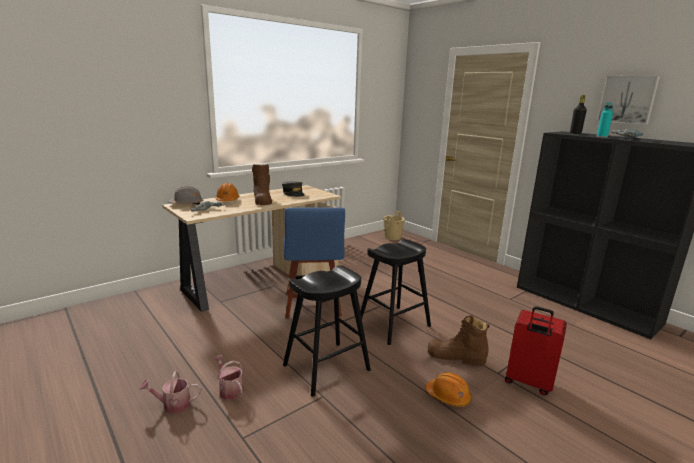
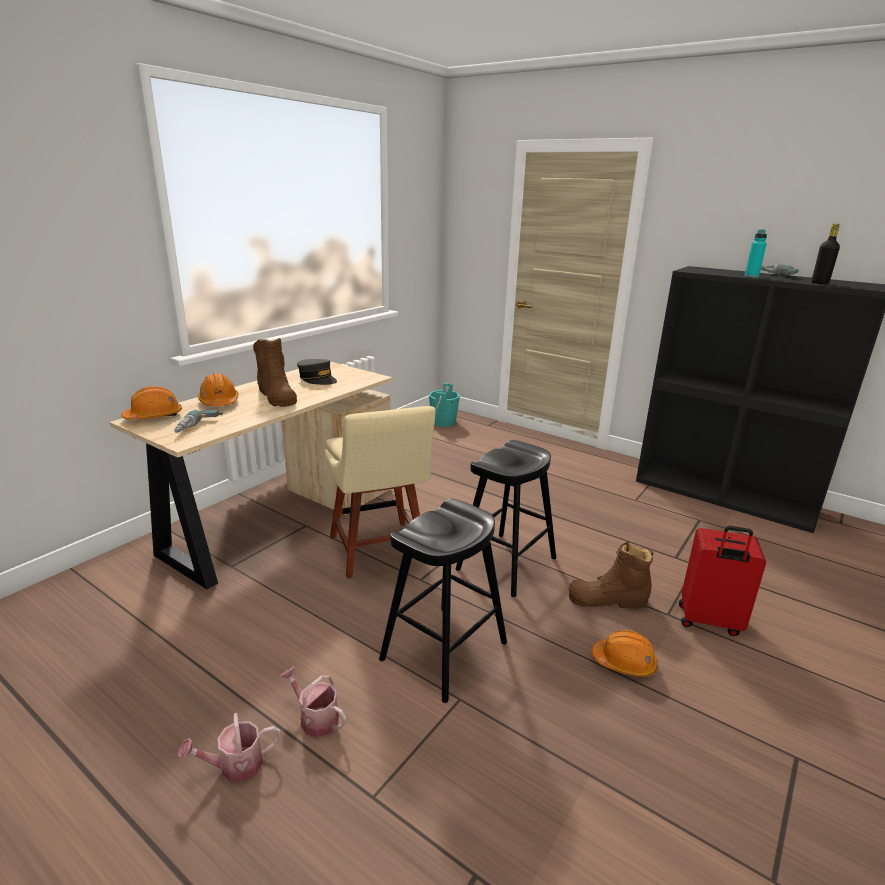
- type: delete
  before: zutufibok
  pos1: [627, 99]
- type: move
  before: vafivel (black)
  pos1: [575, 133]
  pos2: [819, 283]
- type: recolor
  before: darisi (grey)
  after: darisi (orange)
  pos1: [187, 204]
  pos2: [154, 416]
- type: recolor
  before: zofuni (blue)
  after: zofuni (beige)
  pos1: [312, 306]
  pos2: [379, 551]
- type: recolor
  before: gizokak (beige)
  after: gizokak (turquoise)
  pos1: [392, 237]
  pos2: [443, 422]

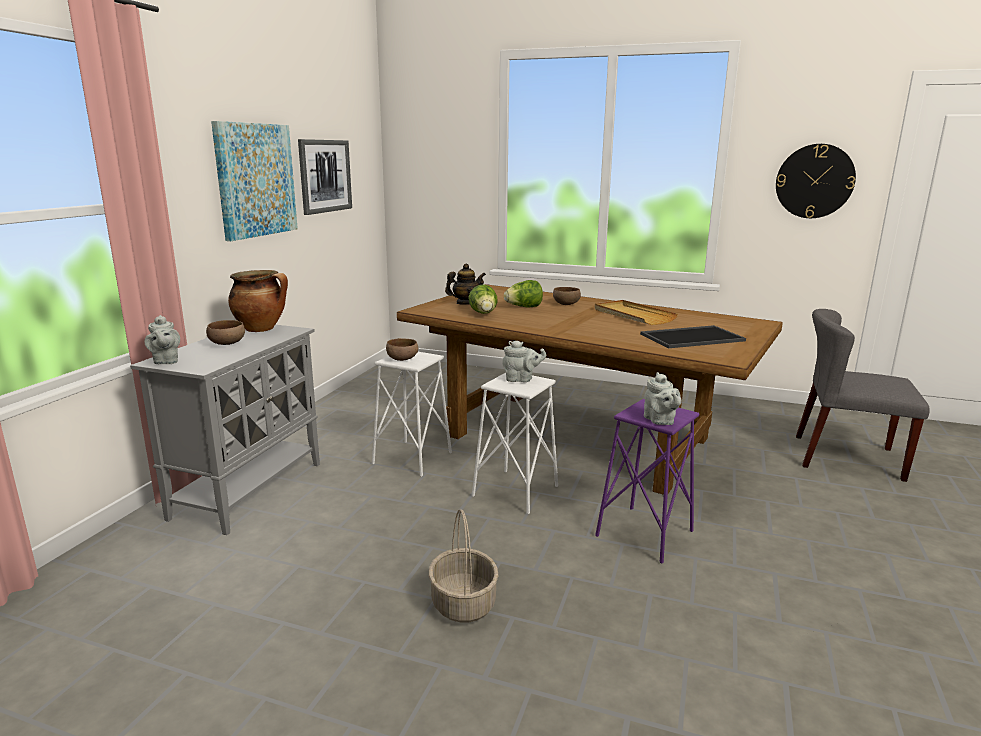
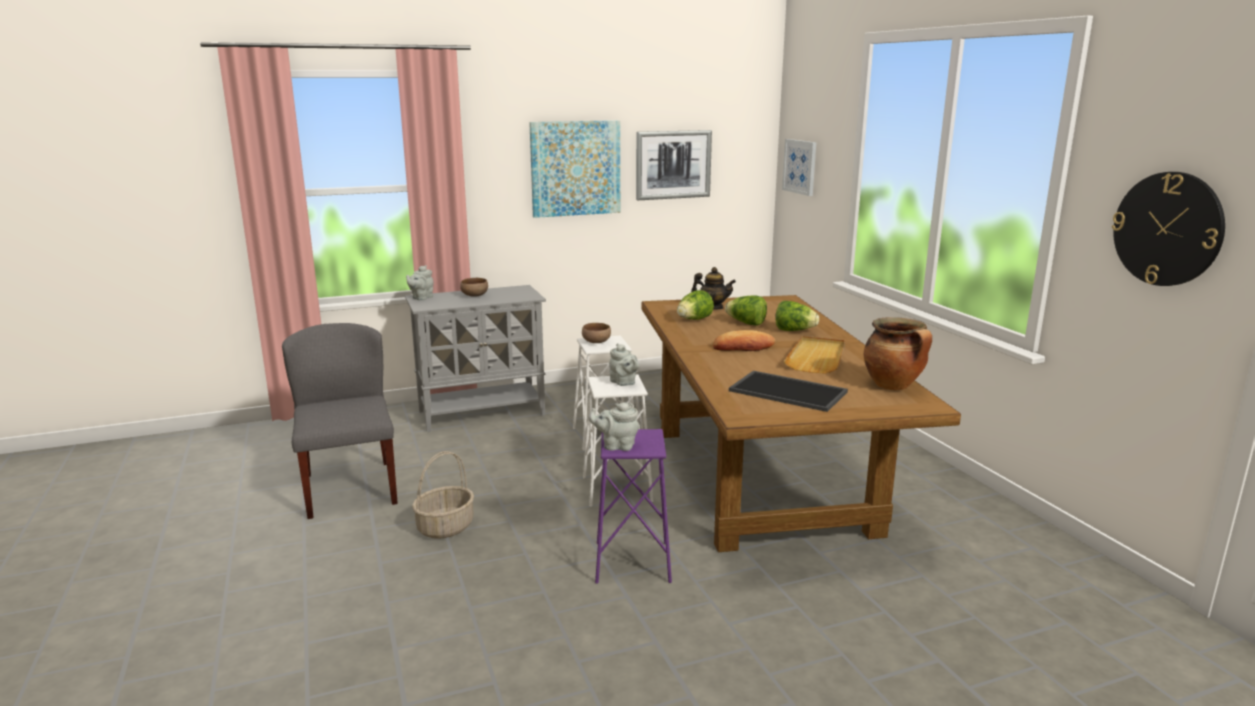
- type: move
  before: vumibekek
  pos1: [262, 329]
  pos2: [894, 386]
- type: replace
  before: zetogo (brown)
  after: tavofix
  pos1: [565, 304]
  pos2: [794, 331]
- type: move
  before: zofuni (grey)
  pos1: [846, 457]
  pos2: [349, 488]
- type: rotate
  before: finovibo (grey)
  pos1: [660, 421]
  pos2: [616, 446]
  turn: 60
- type: insert
  after: zutufibok
  pos2: [800, 166]
- type: insert
  after: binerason
  pos2: [743, 347]

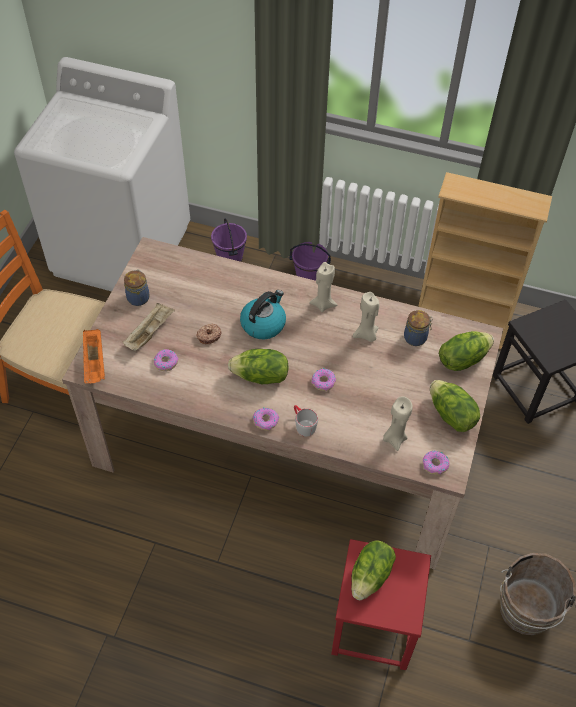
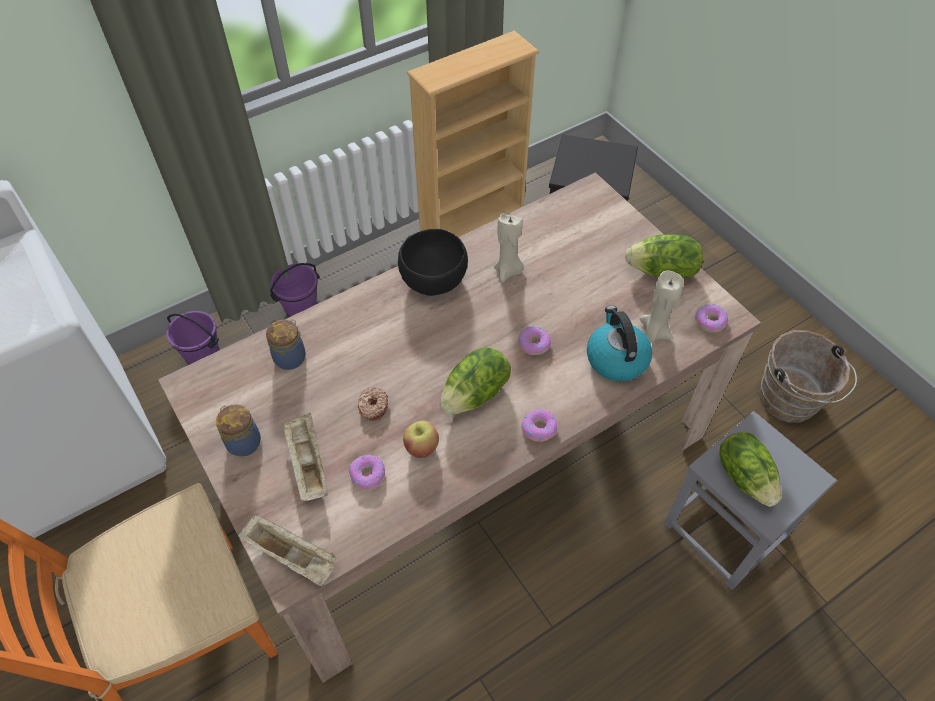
- type: replace
  before: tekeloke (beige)
  after: zetogo (black)
  pos1: [323, 304]
  pos2: [434, 279]
- type: move
  before: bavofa
  pos1: [263, 324]
  pos2: [616, 358]
- type: move
  before: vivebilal
  pos1: [416, 338]
  pos2: [291, 357]
- type: recolor
  before: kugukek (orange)
  after: kugukek (beige)
  pos1: [95, 363]
  pos2: [292, 555]
- type: delete
  before: tavofix
  pos1: [462, 359]
- type: delete
  before: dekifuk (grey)
  pos1: [303, 425]
- type: recolor
  before: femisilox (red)
  after: femisilox (grey)
  pos1: [375, 626]
  pos2: [726, 528]
- type: insert
  after: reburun
  pos2: [421, 447]

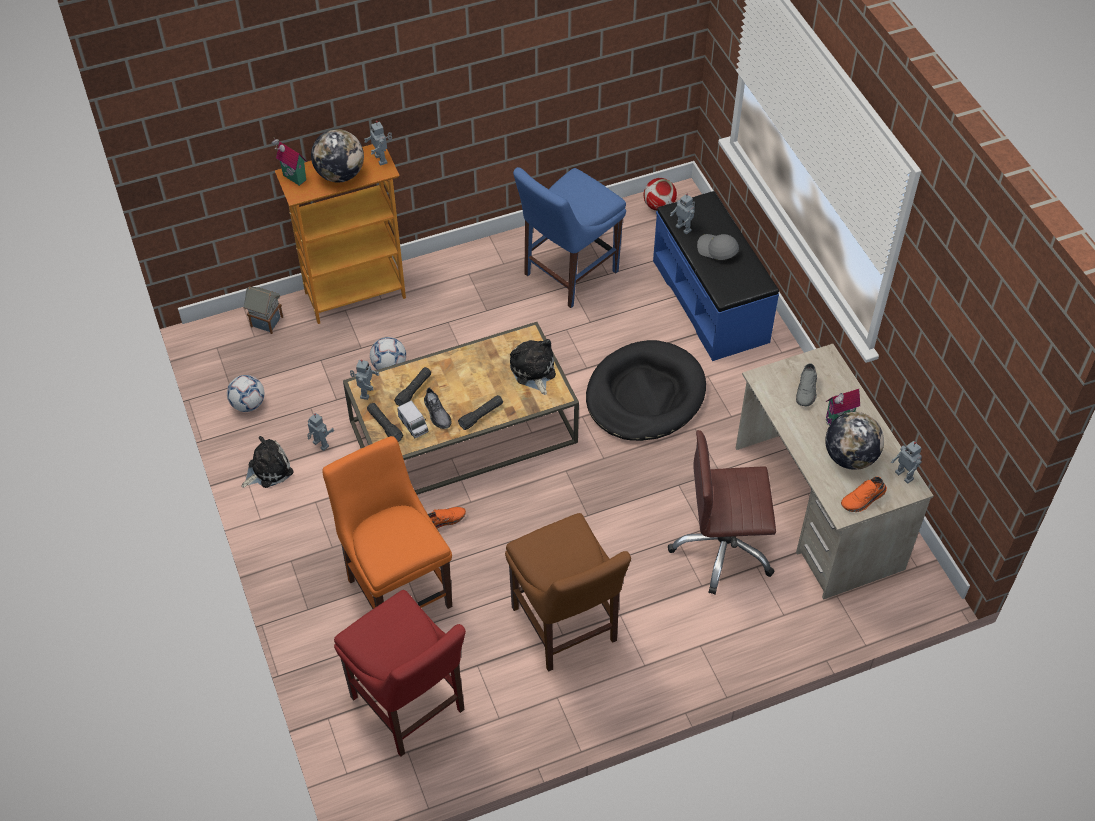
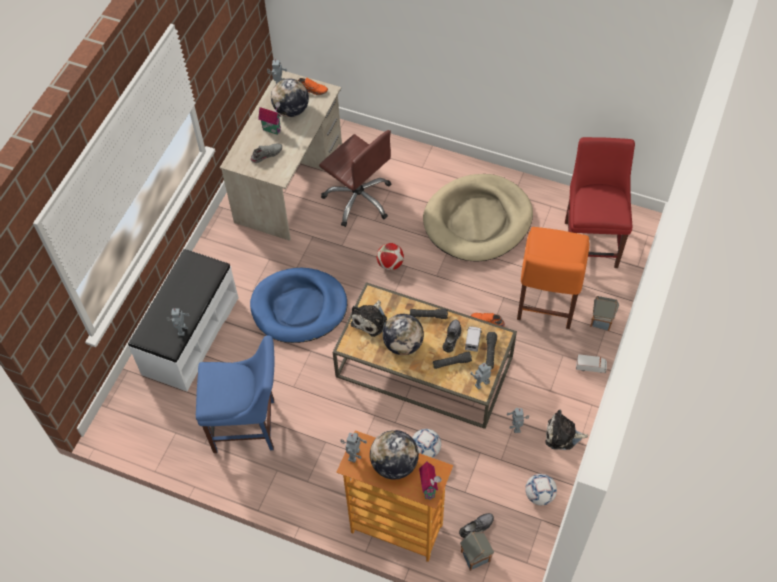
- type: move
  before: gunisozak
  pos1: [659, 206]
  pos2: [390, 264]
- type: recolor
  before: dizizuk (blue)
  after: dizizuk (white)
  pos1: [711, 300]
  pos2: [190, 335]
- type: delete
  before: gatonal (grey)
  pos1: [717, 250]
- type: recolor
  before: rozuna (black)
  after: rozuna (blue)
  pos1: [645, 395]
  pos2: [299, 307]
- type: replace
  before: zofuni (brown)
  after: rozuna (beige)
  pos1: [566, 628]
  pos2: [477, 220]
- type: insert
  after: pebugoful
  pos2: [602, 320]
- type: insert
  after: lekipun
  pos2: [403, 344]
- type: insert
  after: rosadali
  pos2: [591, 367]
- type: insert
  after: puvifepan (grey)
  pos2: [476, 526]

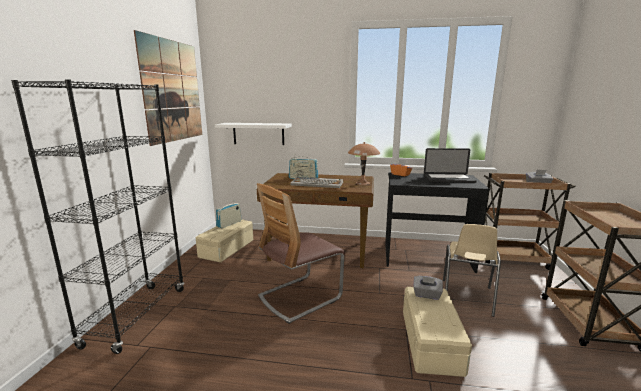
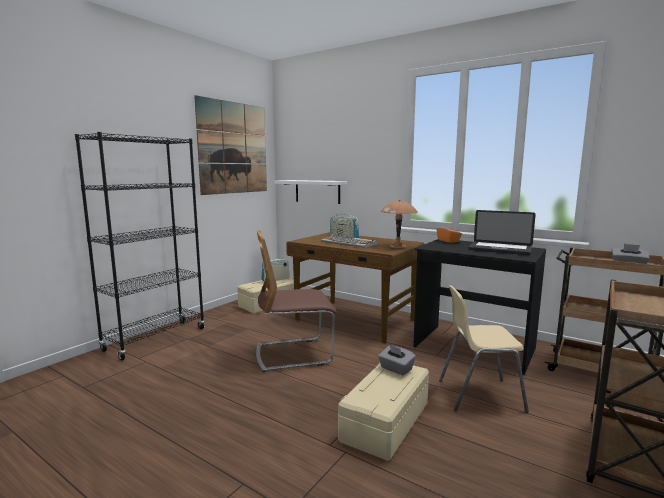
- type: rotate
  before: zofuni (beige)
  pos1: [466, 297]
  pos2: [479, 395]
  turn: 45

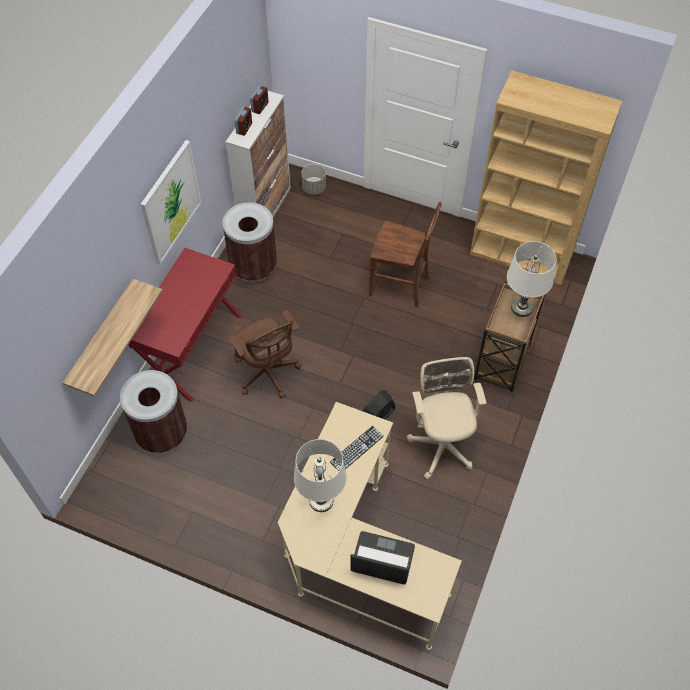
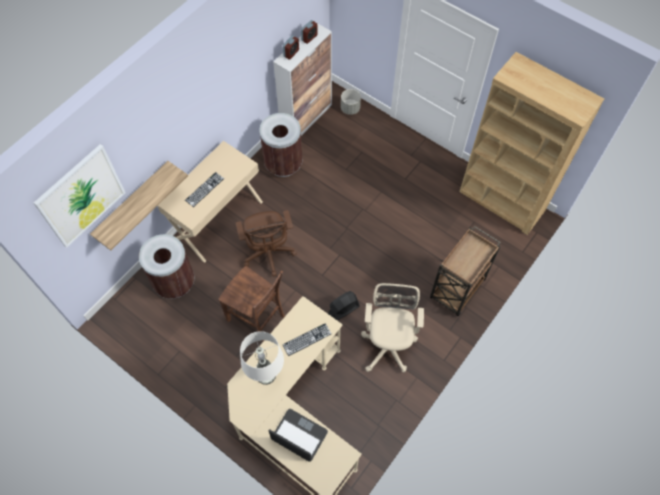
- type: move
  before: zutufibok
  pos1: [171, 202]
  pos2: [81, 196]
- type: move
  before: zofuni (brown)
  pos1: [400, 286]
  pos2: [257, 318]
- type: delete
  before: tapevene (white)
  pos1: [521, 308]
- type: recolor
  before: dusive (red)
  after: dusive (beige)
  pos1: [193, 348]
  pos2: [217, 219]
- type: insert
  after: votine
  pos2: [204, 189]

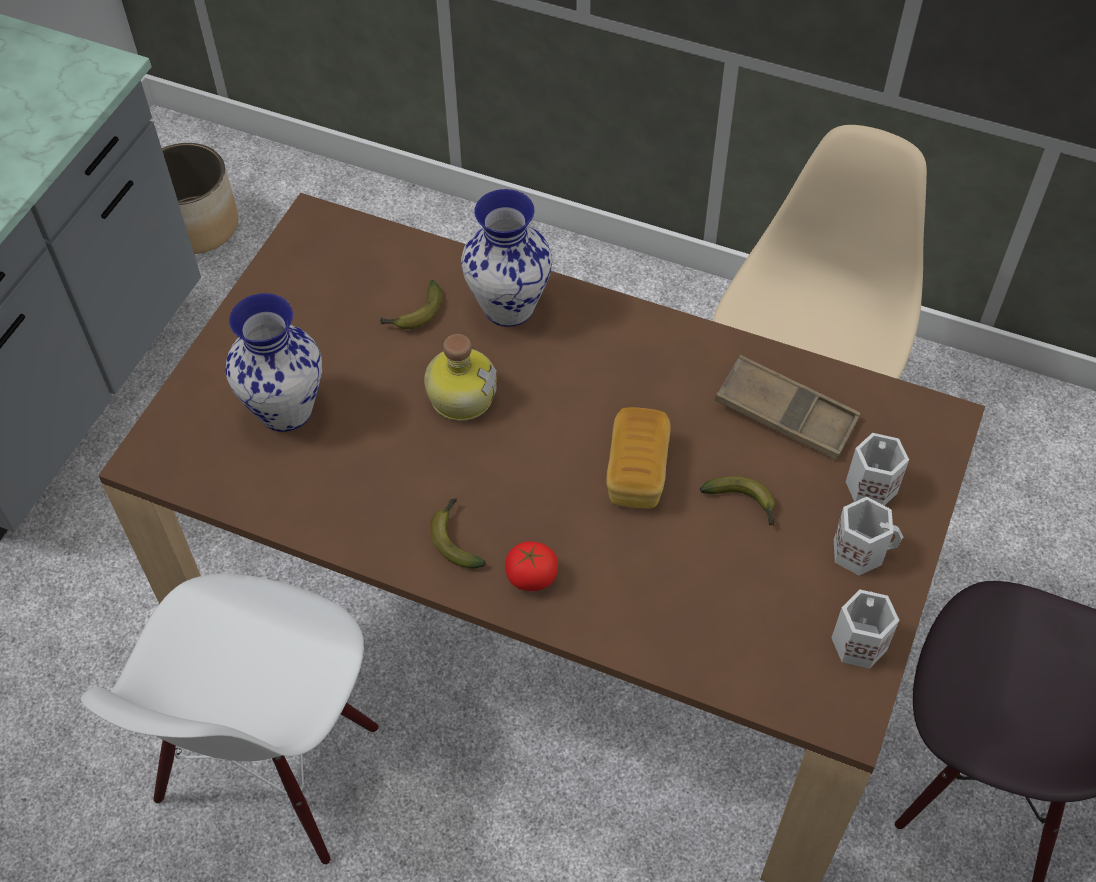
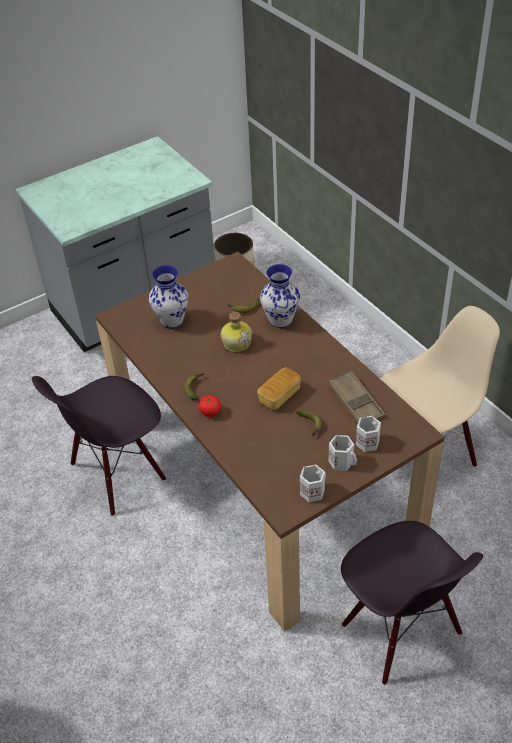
- type: recolor
  before: zofuni (white)
  after: zofuni (black)
  pos1: [271, 768]
  pos2: [117, 473]

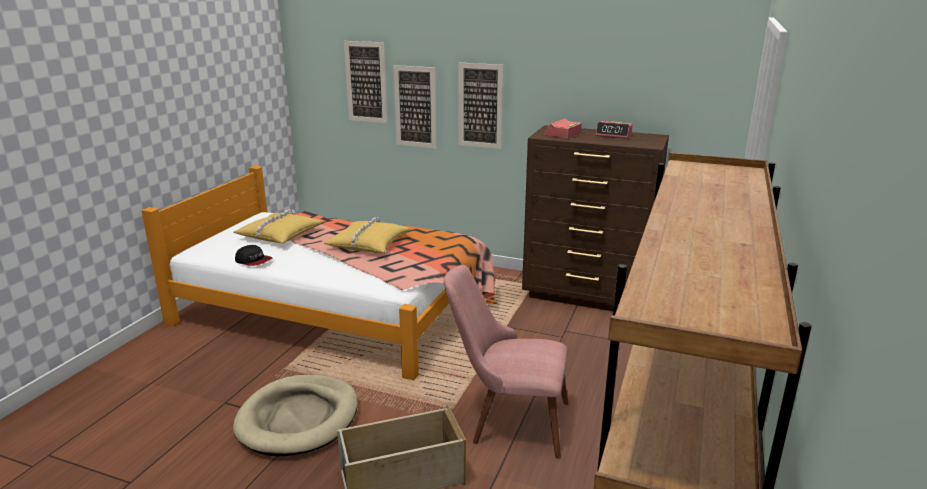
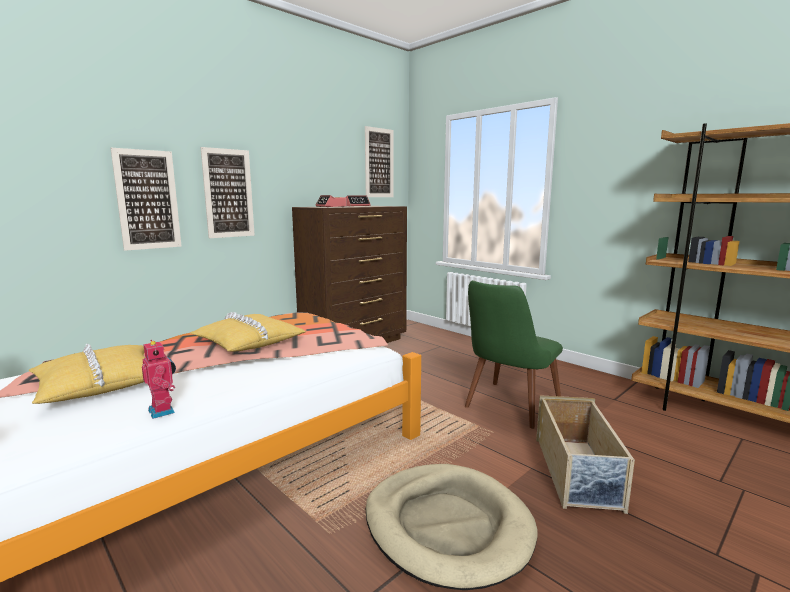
- type: move
  before: zutufibok
  pos1: [366, 82]
  pos2: [379, 163]
- type: replace
  before: gatonal
  after: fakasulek
  pos1: [254, 261]
  pos2: [163, 411]
- type: recolor
  before: zofuni (pink)
  after: zofuni (green)
  pos1: [507, 420]
  pos2: [507, 408]

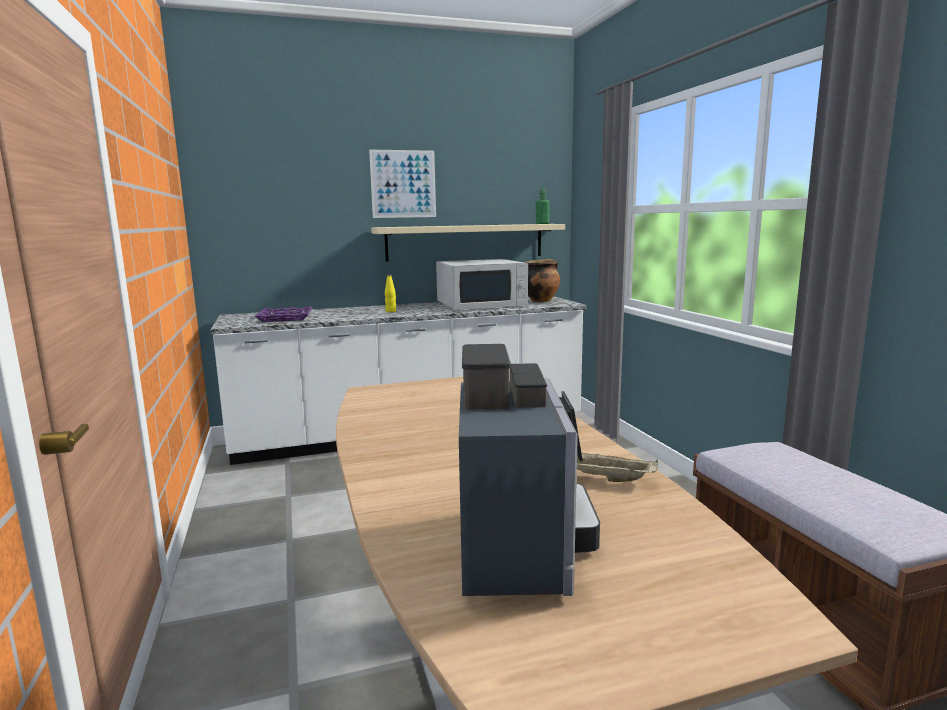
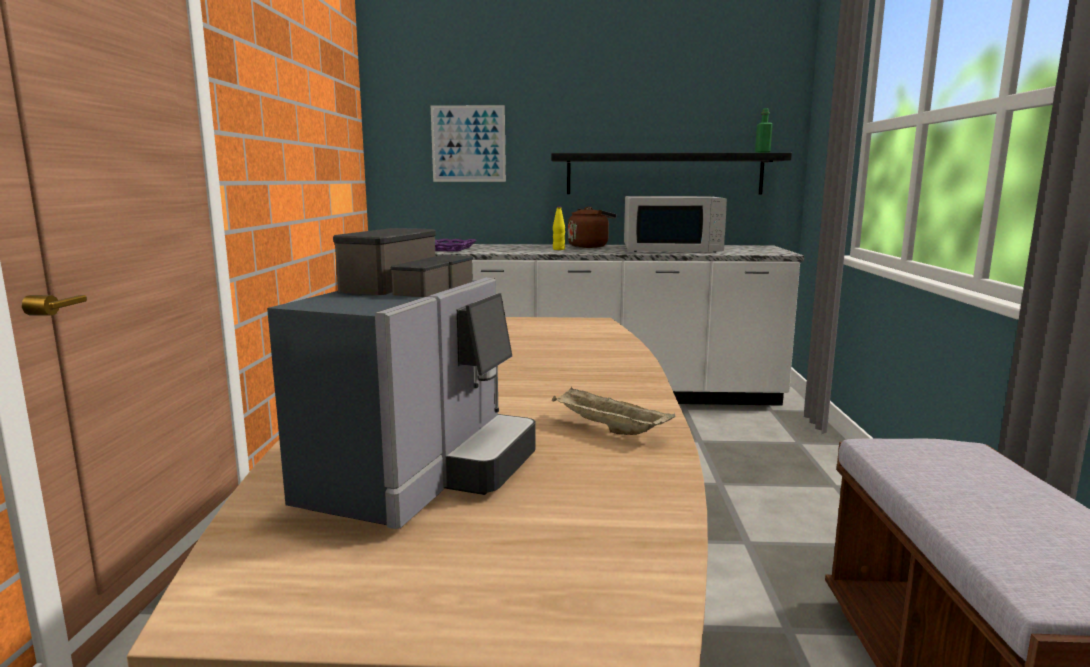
- type: move
  before: zutufibok
  pos1: [403, 184]
  pos2: [468, 144]
- type: recolor
  before: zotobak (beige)
  after: zotobak (black)
  pos1: [465, 242]
  pos2: [664, 174]
- type: delete
  before: vumibekek
  pos1: [541, 301]
- type: insert
  after: bavofa (brown)
  pos2: [590, 246]

